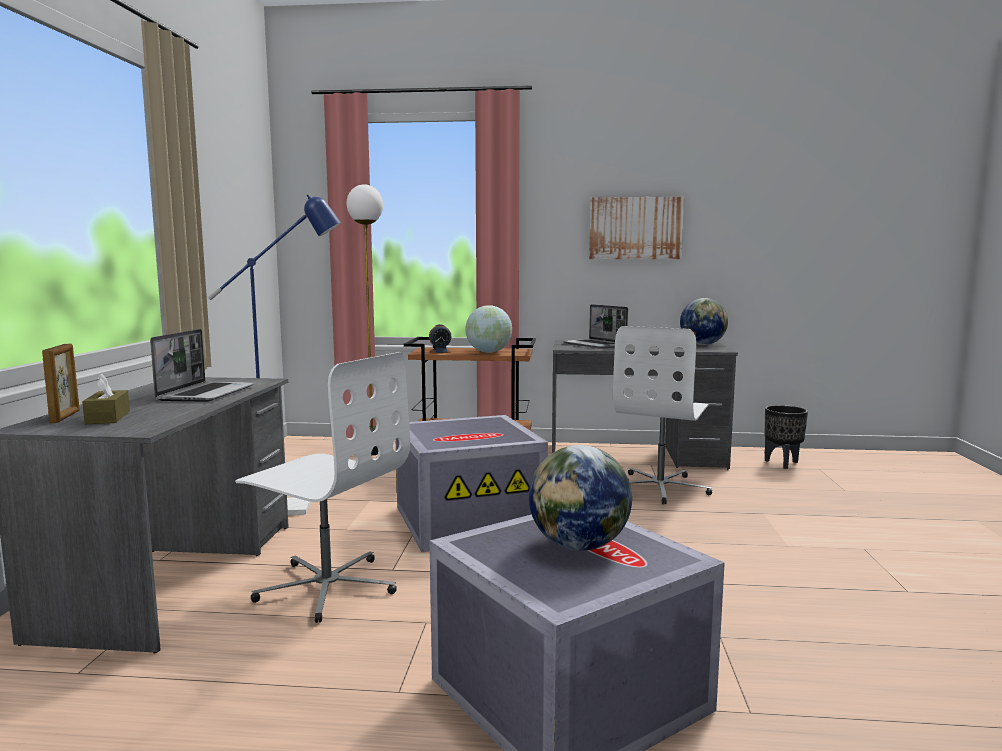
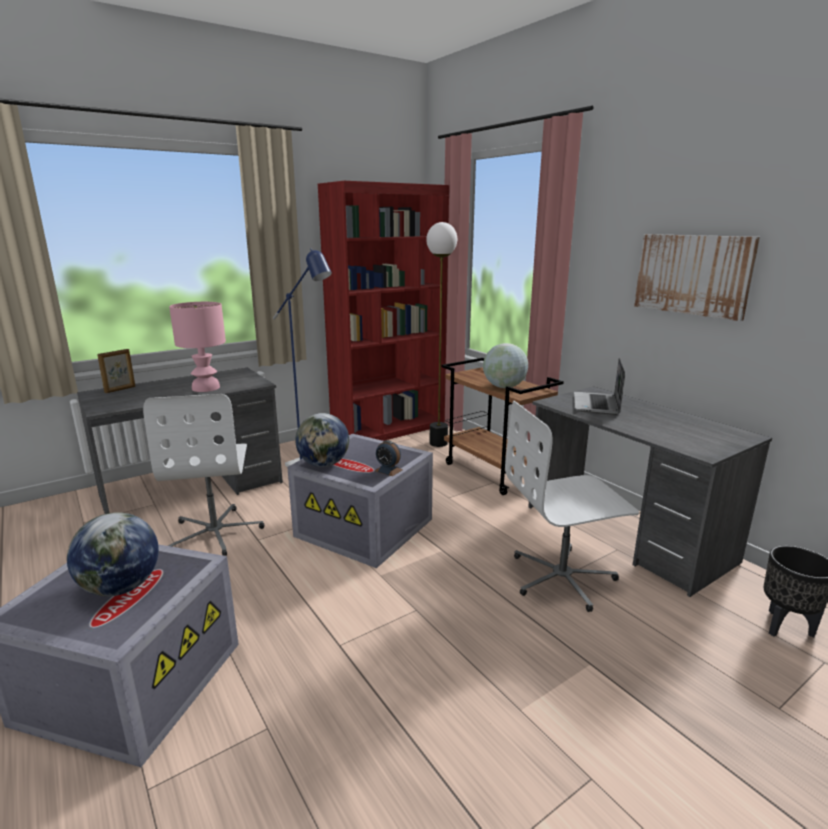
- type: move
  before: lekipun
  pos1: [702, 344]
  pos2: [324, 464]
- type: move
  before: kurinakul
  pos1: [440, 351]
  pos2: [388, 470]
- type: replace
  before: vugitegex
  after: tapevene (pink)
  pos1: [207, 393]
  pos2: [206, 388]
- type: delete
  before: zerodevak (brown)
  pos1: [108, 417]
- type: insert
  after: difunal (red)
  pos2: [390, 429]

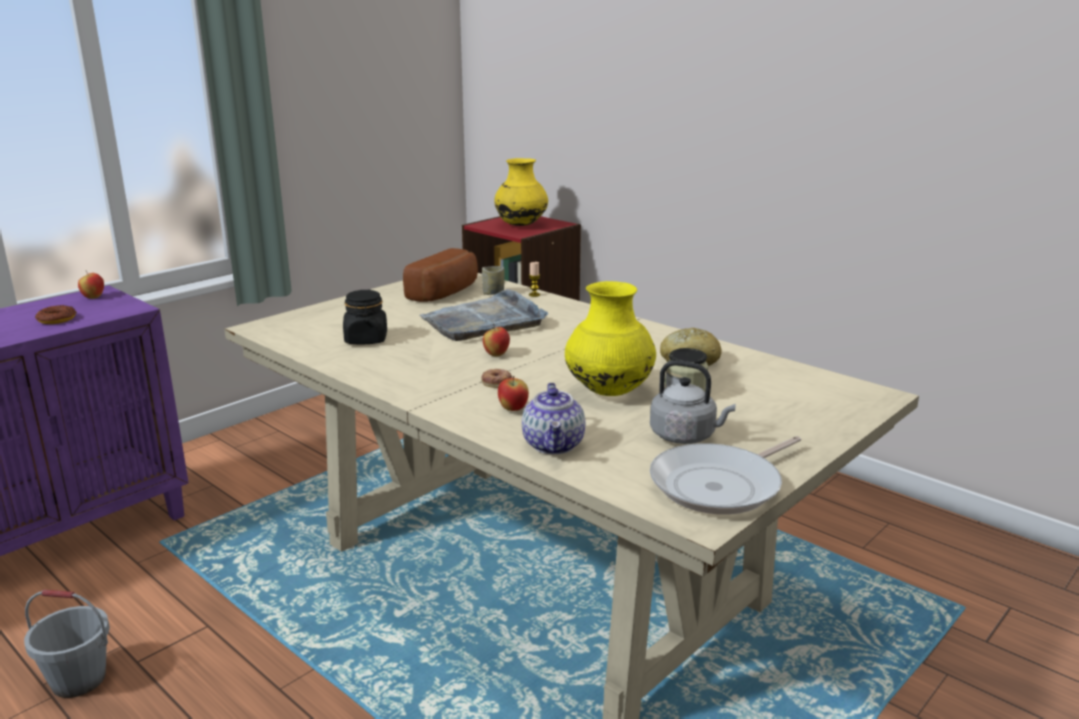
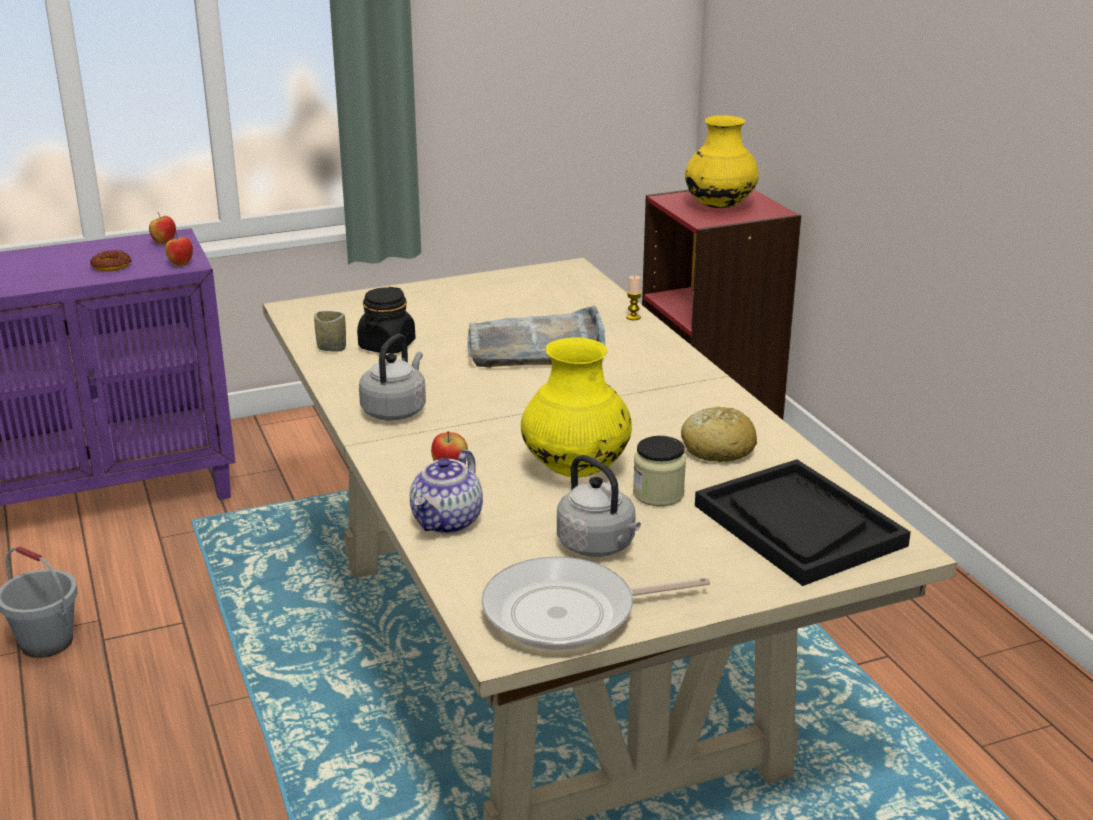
- type: delete
  before: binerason
  pos1: [447, 293]
- type: move
  before: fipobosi
  pos1: [493, 293]
  pos2: [331, 348]
- type: move
  before: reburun
  pos1: [496, 355]
  pos2: [181, 264]
- type: delete
  before: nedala
  pos1: [496, 382]
- type: insert
  after: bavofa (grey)
  pos2: [395, 410]
- type: insert
  after: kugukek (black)
  pos2: [798, 525]

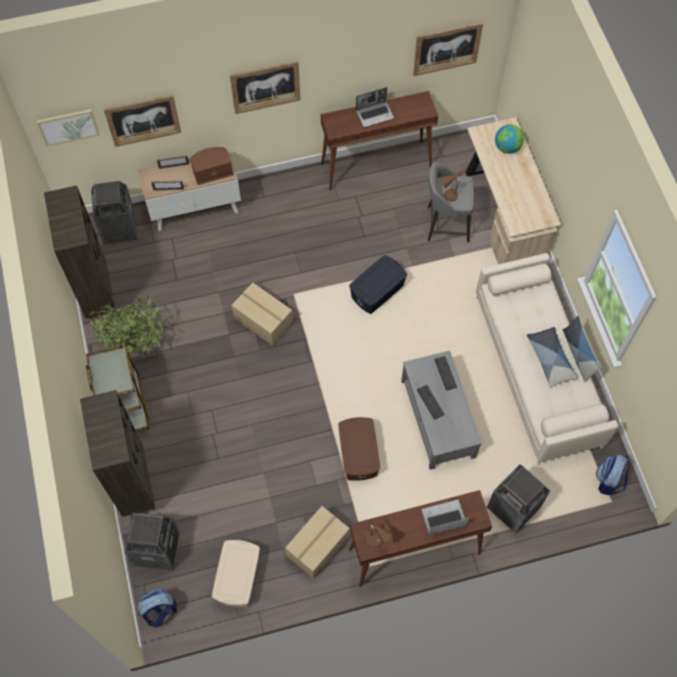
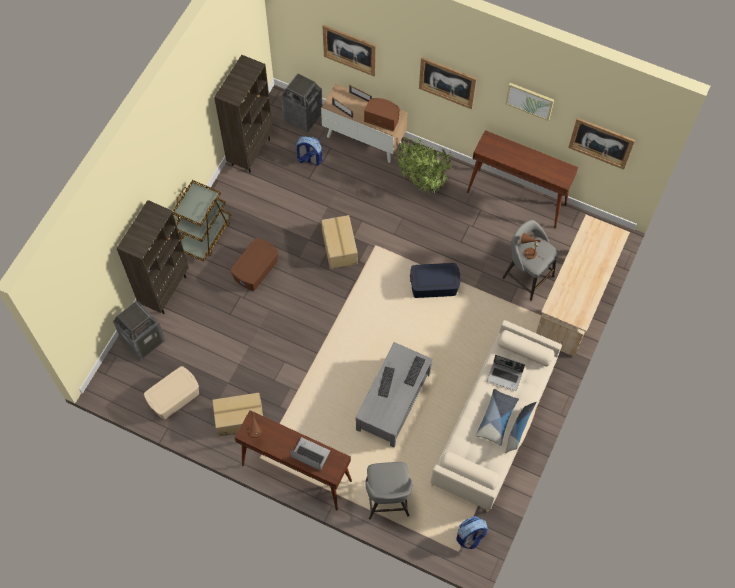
- type: move
  before: vugitegex
  pos1: [375, 114]
  pos2: [505, 376]
- type: move
  before: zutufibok
  pos1: [68, 126]
  pos2: [529, 100]
- type: delete
  before: lekipun
  pos1: [507, 147]
- type: move
  before: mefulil
  pos1: [135, 343]
  pos2: [422, 181]
- type: move
  before: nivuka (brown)
  pos1: [359, 454]
  pos2: [256, 270]
- type: replace
  before: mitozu
  after: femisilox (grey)
  pos1: [513, 508]
  pos2: [387, 500]
- type: move
  before: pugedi
  pos1: [160, 612]
  pos2: [309, 159]

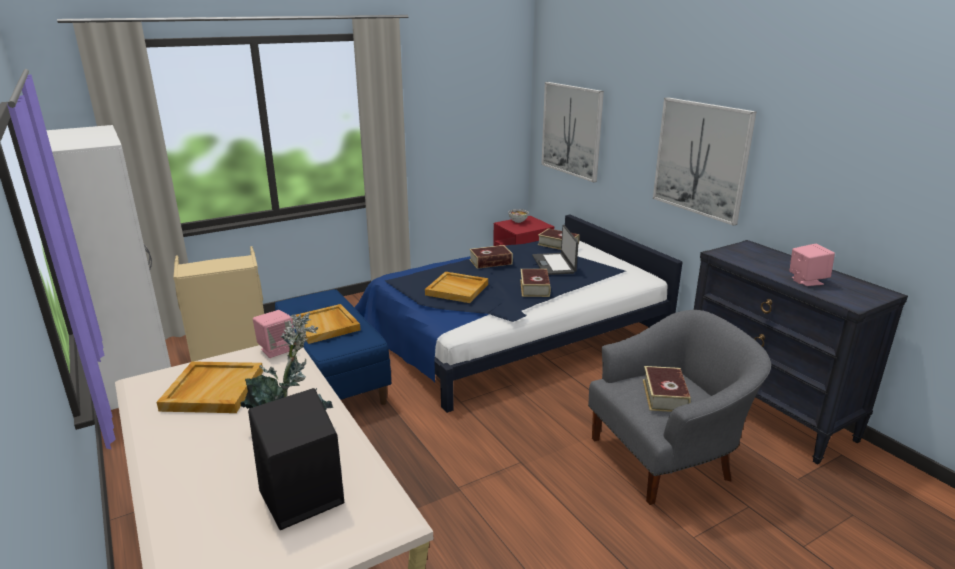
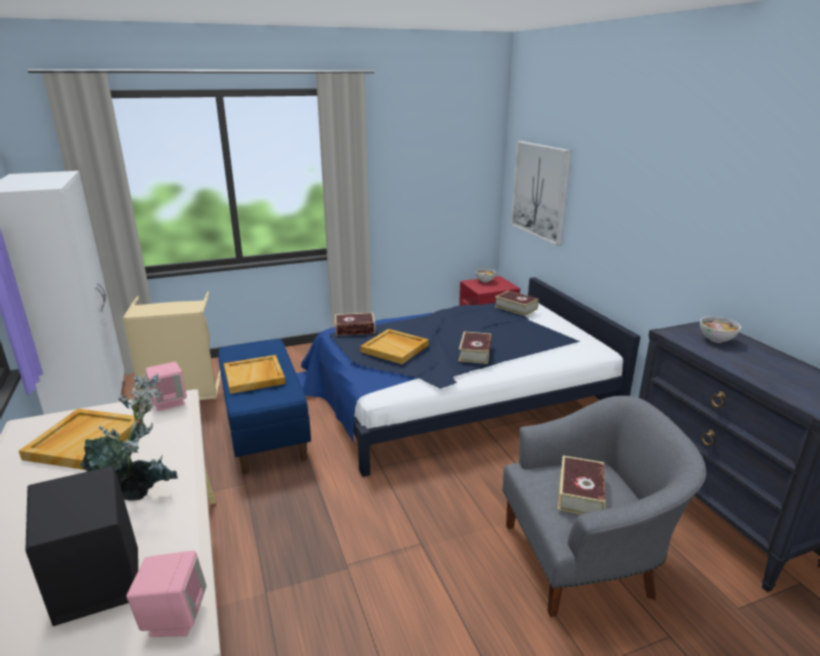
- type: delete
  before: zutufibok
  pos1: [701, 159]
- type: delete
  before: vugitegex
  pos1: [554, 264]
- type: move
  before: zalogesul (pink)
  pos1: [806, 281]
  pos2: [174, 617]
- type: move
  before: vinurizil
  pos1: [490, 262]
  pos2: [355, 329]
- type: insert
  after: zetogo
  pos2: [716, 340]

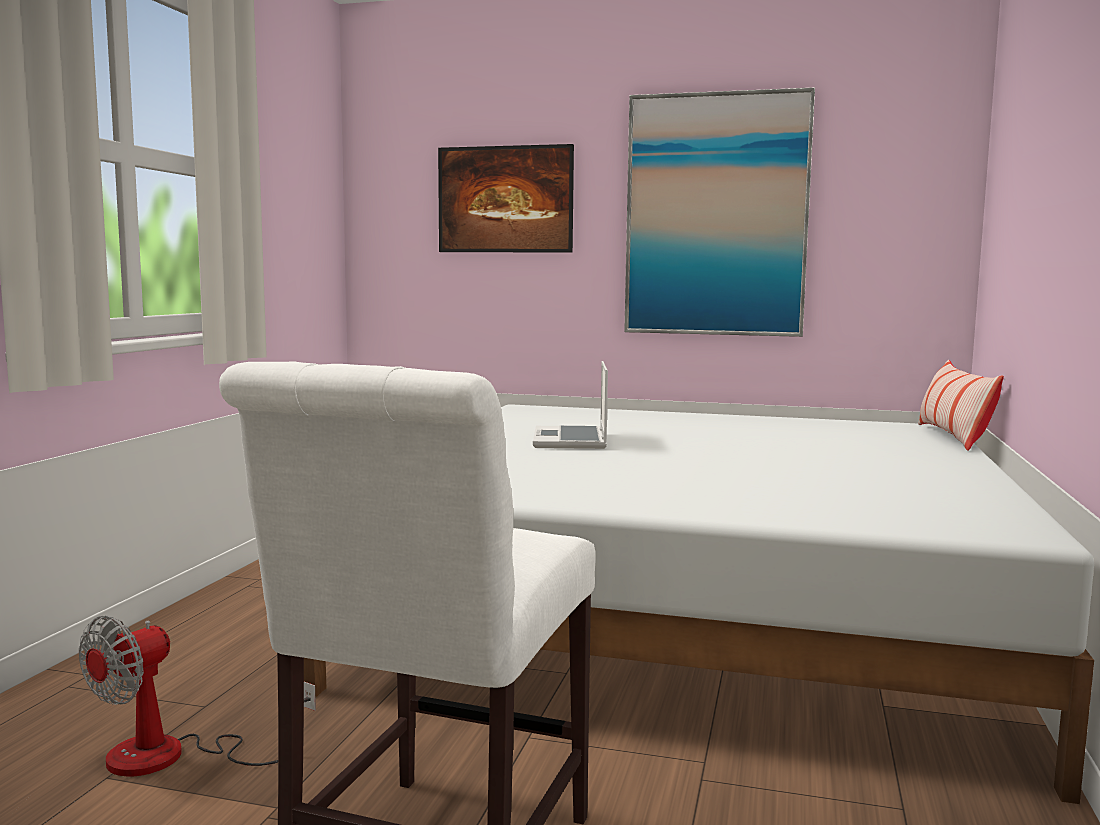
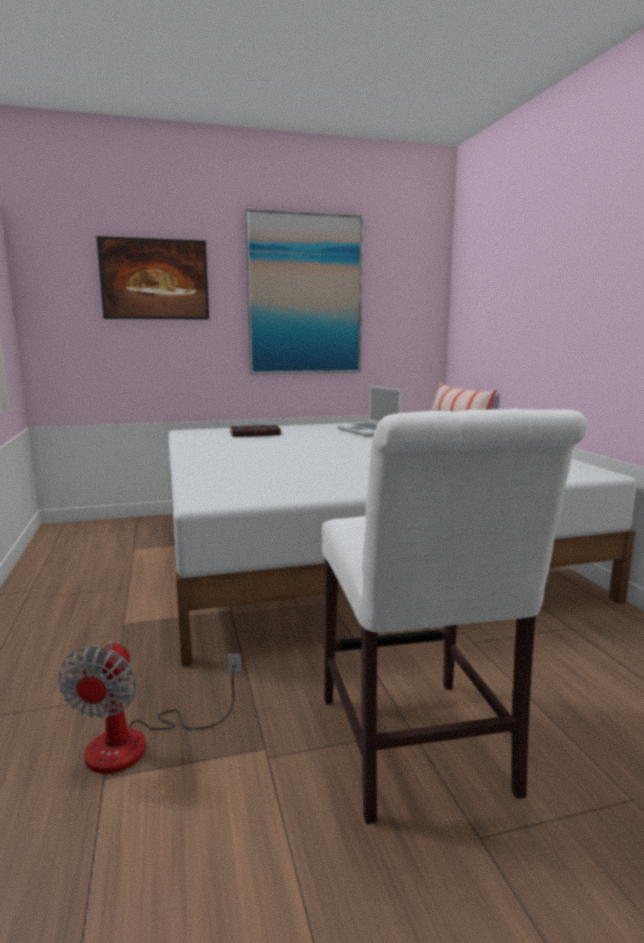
- type: move
  before: vugitegex
  pos1: [571, 440]
  pos2: [369, 431]
- type: insert
  after: vinurizil
  pos2: [254, 434]

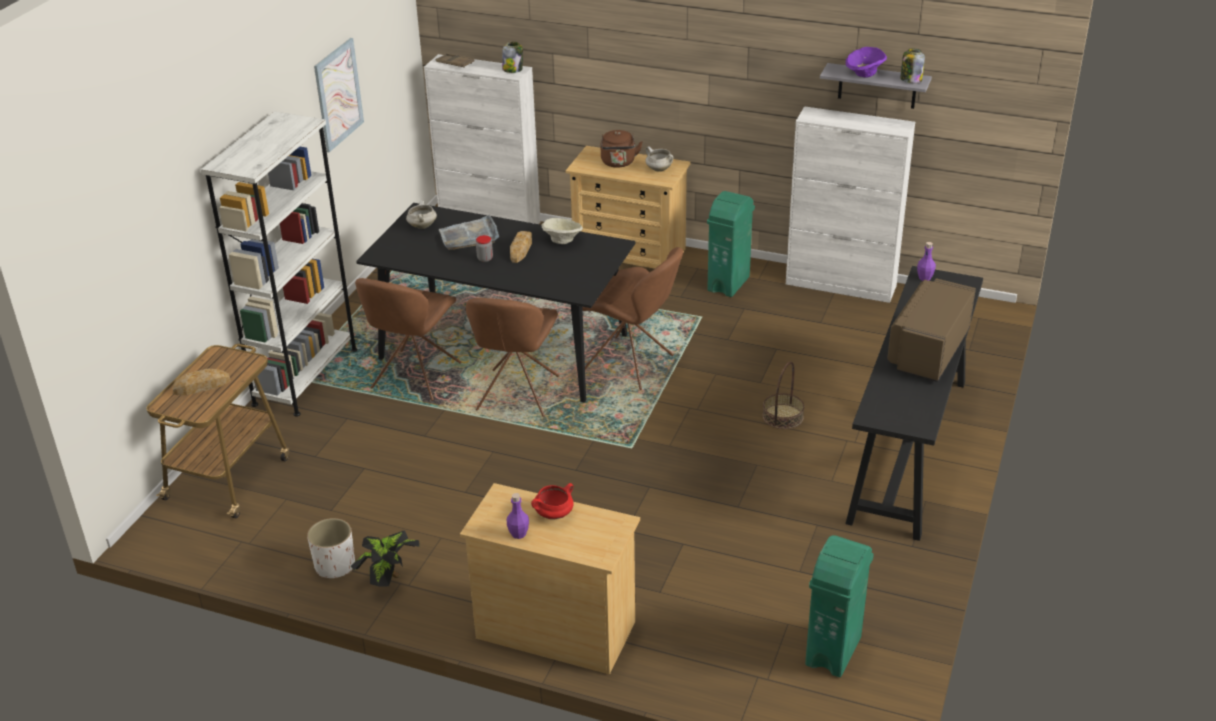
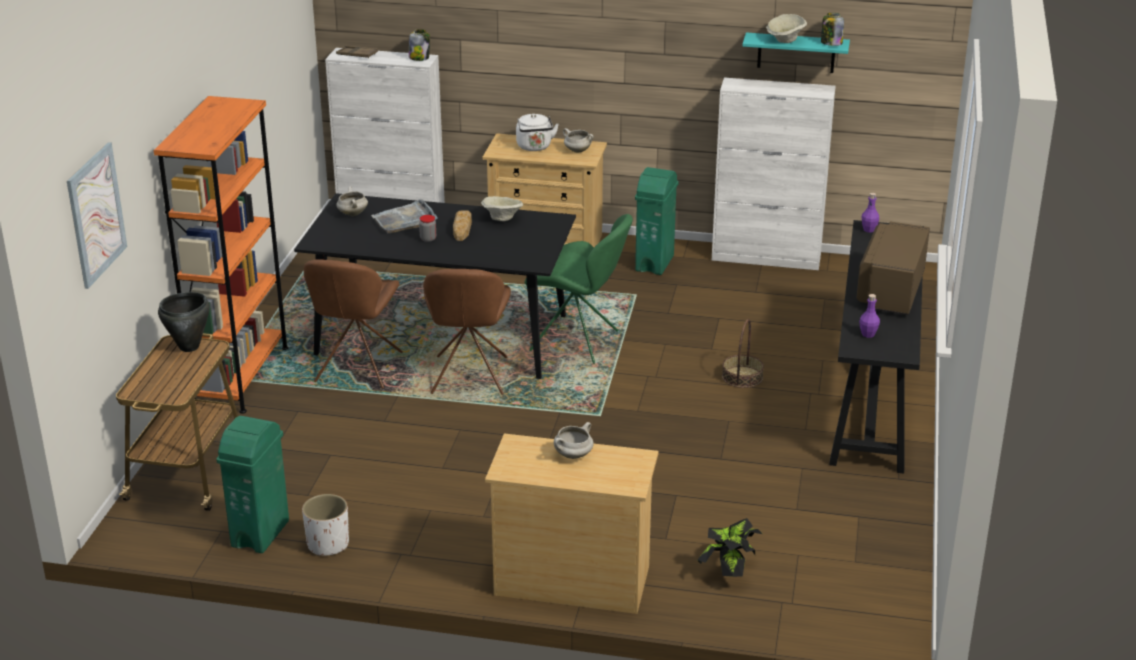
- type: move
  before: zutufibok
  pos1: [338, 94]
  pos2: [96, 215]
- type: recolor
  before: zetogo (purple)
  after: zetogo (beige)
  pos1: [863, 74]
  pos2: [784, 41]
- type: recolor
  before: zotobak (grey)
  after: zotobak (turquoise)
  pos1: [877, 86]
  pos2: [796, 52]
- type: recolor
  before: difunal (white)
  after: difunal (orange)
  pos1: [305, 376]
  pos2: [241, 376]
- type: recolor
  before: bavofa (brown)
  after: bavofa (white)
  pos1: [618, 163]
  pos2: [534, 147]
- type: recolor
  before: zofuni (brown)
  after: zofuni (green)
  pos1: [631, 364]
  pos2: [577, 342]
- type: delete
  before: binerason
  pos1: [202, 386]
- type: recolor
  before: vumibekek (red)
  after: vumibekek (white)
  pos1: [553, 515]
  pos2: [573, 455]
- type: move
  before: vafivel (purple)
  pos1: [518, 534]
  pos2: [868, 334]
- type: move
  before: mefulil
  pos1: [389, 579]
  pos2: [729, 573]
- type: move
  before: mitozu (green)
  pos1: [834, 651]
  pos2: [261, 533]
- type: insert
  after: vumibekek (black)
  pos2: [189, 347]

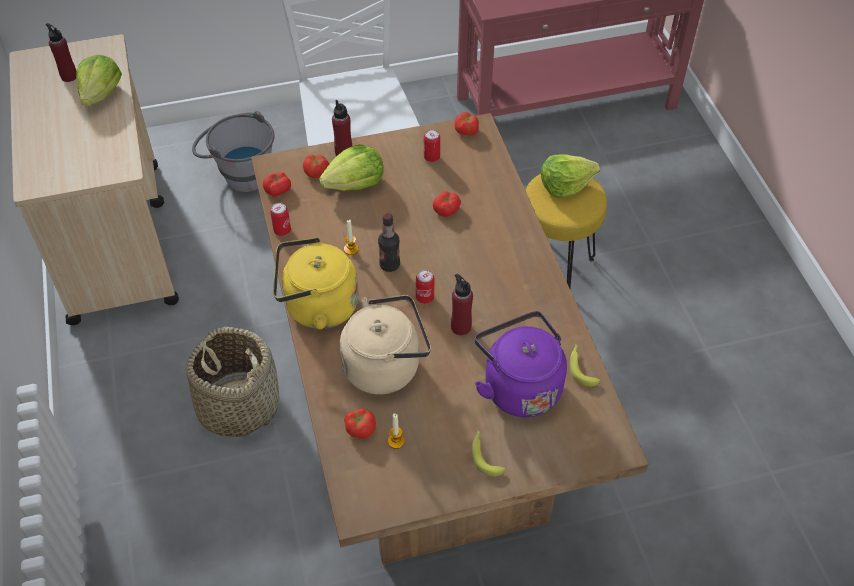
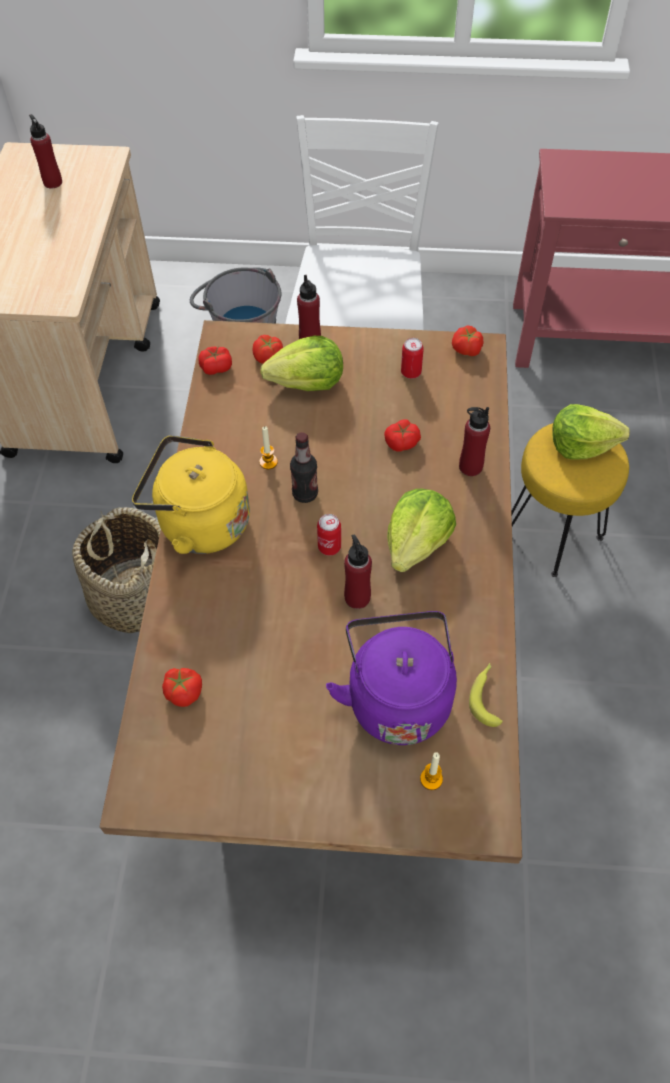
- type: move
  before: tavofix
  pos1: [101, 94]
  pos2: [417, 543]
- type: delete
  before: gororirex
  pos1: [282, 230]
- type: delete
  before: bavofa (beige)
  pos1: [386, 366]
- type: move
  before: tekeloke
  pos1: [396, 441]
  pos2: [431, 779]
- type: delete
  before: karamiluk
  pos1: [485, 455]
- type: insert
  after: vafivel (red)
  pos2: [470, 466]

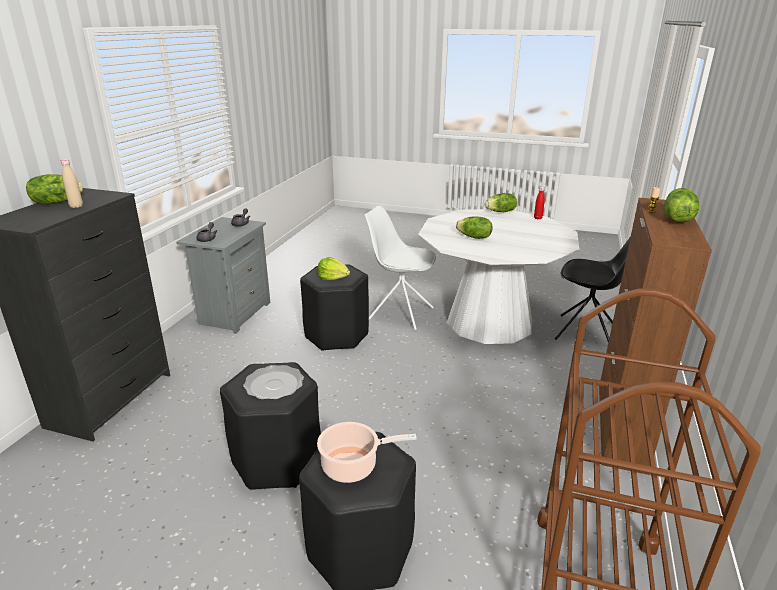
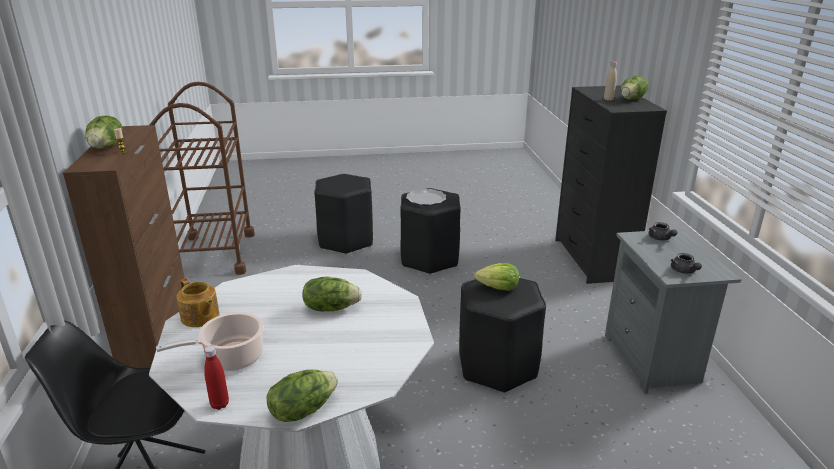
- type: delete
  before: zofuni (white)
  pos1: [400, 313]
- type: move
  before: vumibekek
  pos1: [353, 466]
  pos2: [230, 358]
- type: insert
  after: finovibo
  pos2: [200, 317]

